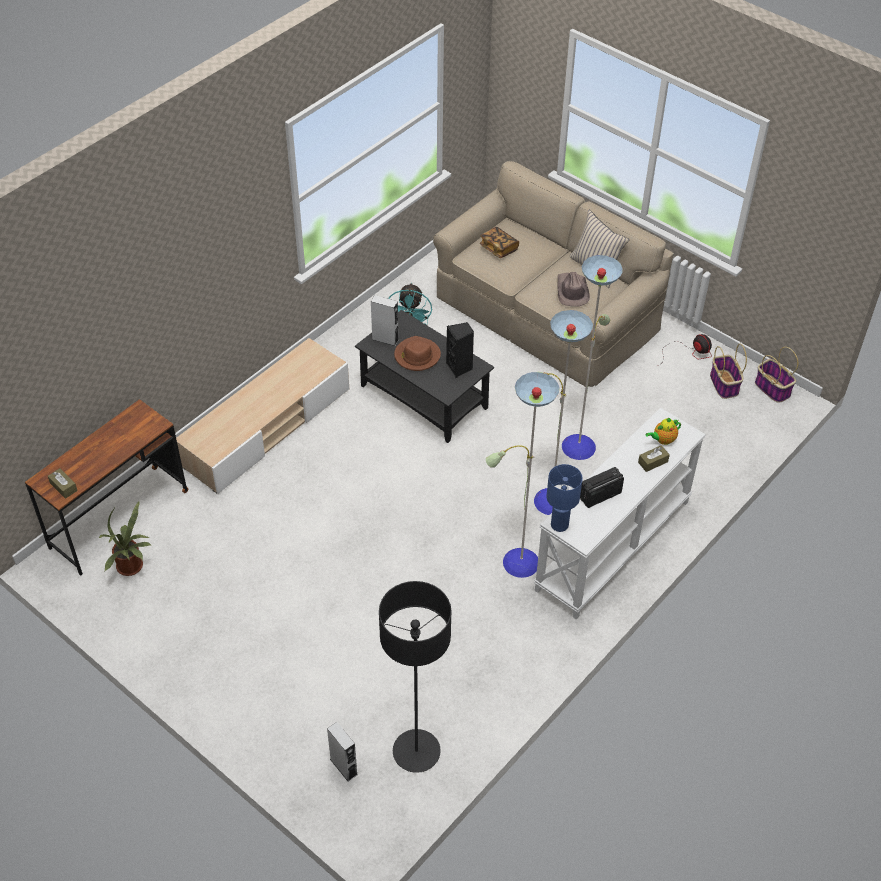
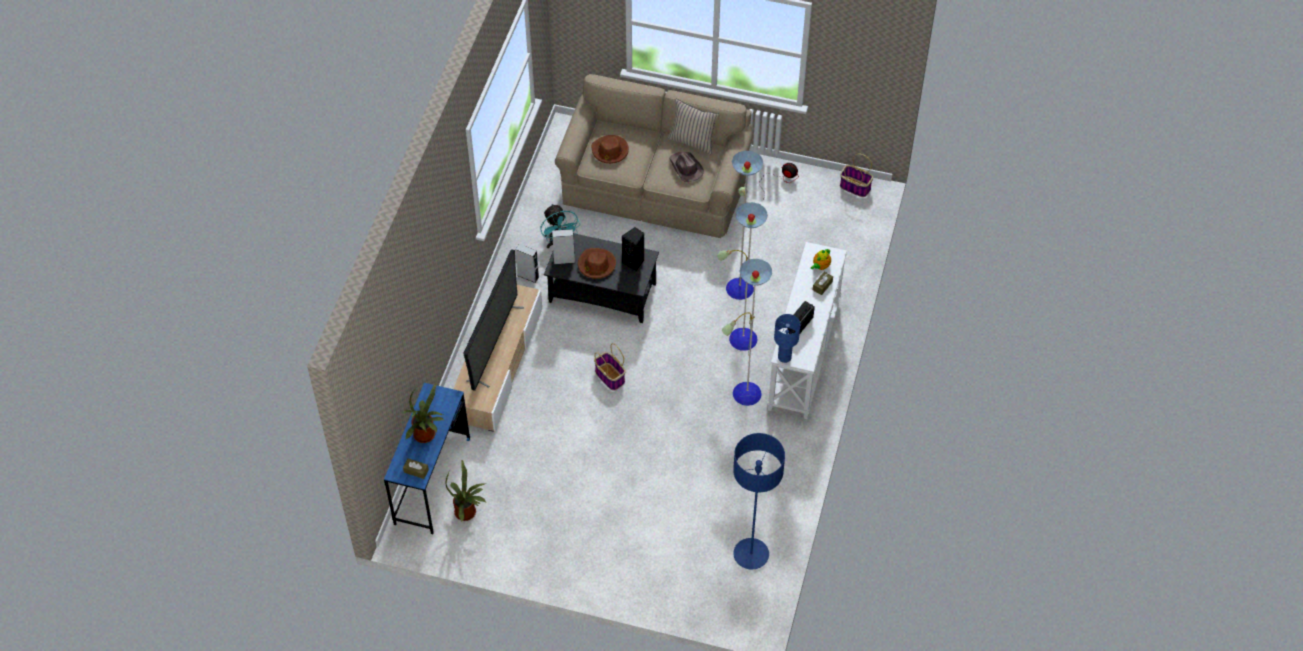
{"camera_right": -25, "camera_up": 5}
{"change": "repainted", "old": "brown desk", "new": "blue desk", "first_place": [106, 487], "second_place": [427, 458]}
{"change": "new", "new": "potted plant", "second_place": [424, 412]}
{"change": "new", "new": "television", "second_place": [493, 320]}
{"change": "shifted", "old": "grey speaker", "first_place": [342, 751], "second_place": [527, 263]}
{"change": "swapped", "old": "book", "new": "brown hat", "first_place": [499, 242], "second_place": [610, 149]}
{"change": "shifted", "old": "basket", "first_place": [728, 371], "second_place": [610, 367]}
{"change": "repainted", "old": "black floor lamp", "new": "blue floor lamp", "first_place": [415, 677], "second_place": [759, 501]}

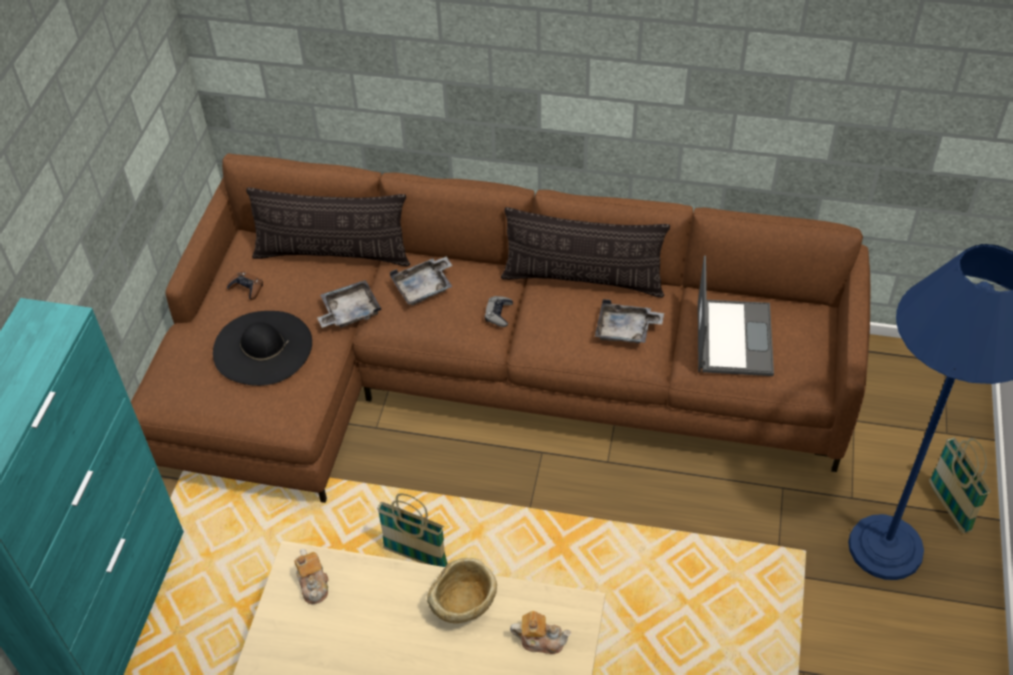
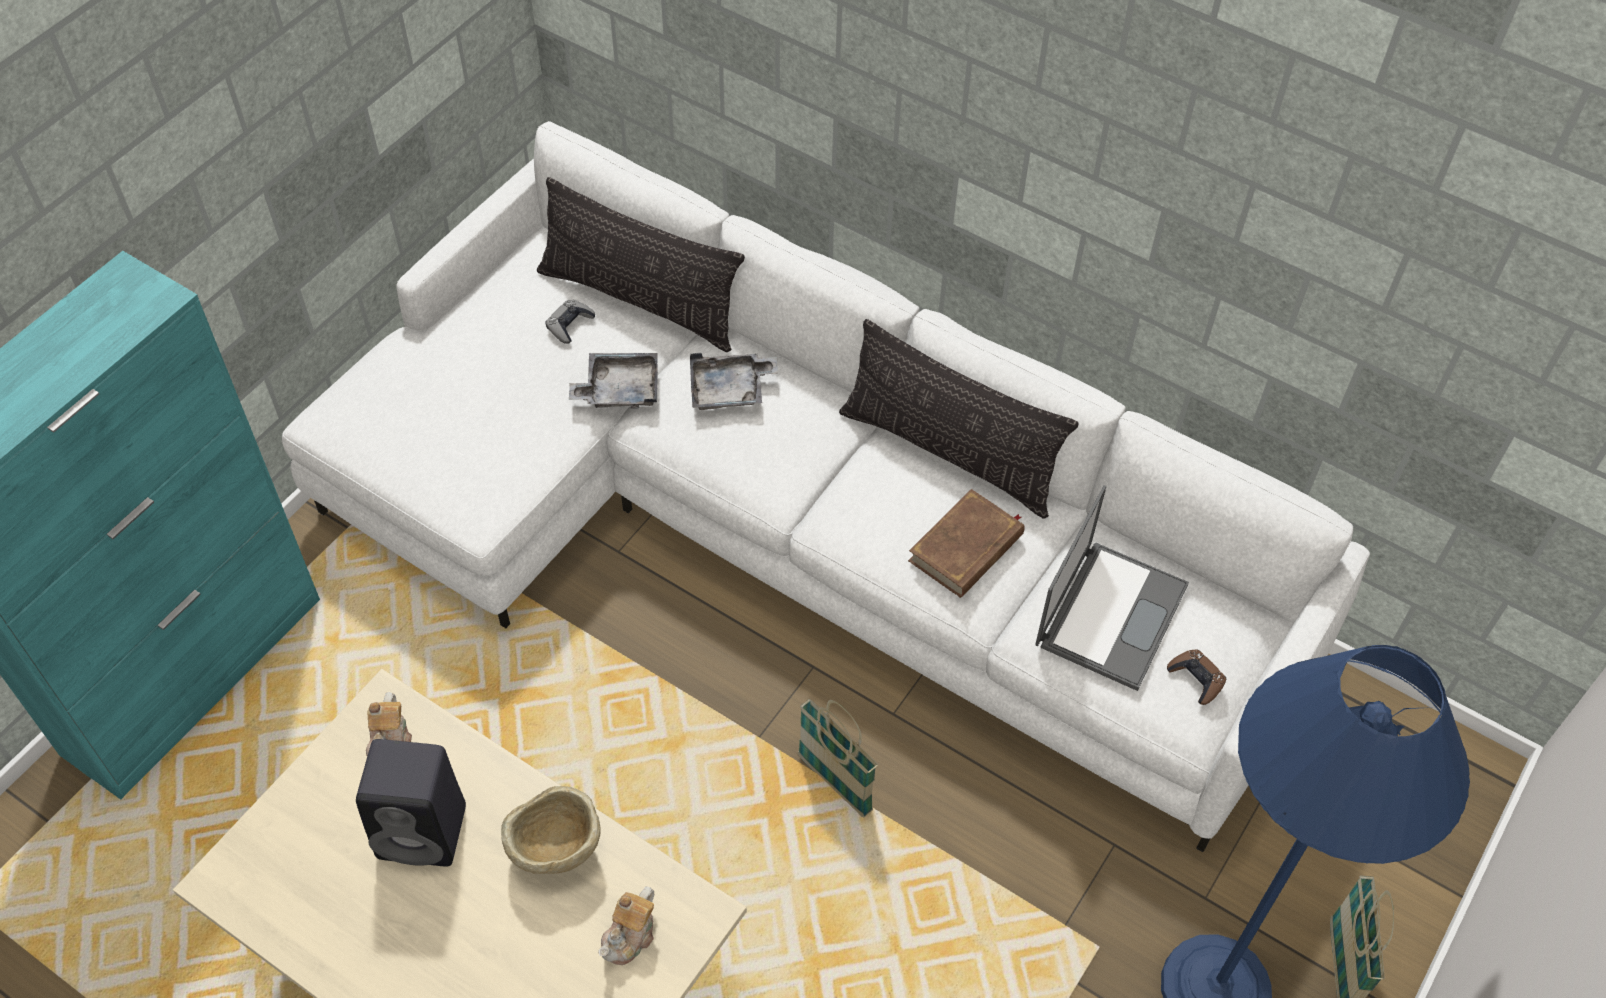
{"camera_right": 20, "camera_up": 5}
{"change": "repainted", "old": "brown sofa", "new": "white sofa", "first_place": [501, 328], "second_place": [826, 486]}
{"change": "new", "new": "black speaker", "second_place": [411, 803]}
{"change": "shifted", "old": "grey game controller", "first_place": [498, 311], "second_place": [570, 322]}
{"change": "rotated", "old": "teapot", "first_place": [541, 632], "second_place": [626, 925], "degrees": 90}
{"change": "shifted", "old": "basket", "first_place": [412, 530], "second_place": [838, 758]}
{"change": "swapped", "old": "grey tray", "new": "brown book", "first_place": [629, 321], "second_place": [966, 543]}
{"change": "shifted", "old": "brown game controller", "first_place": [245, 285], "second_place": [1196, 677]}
{"change": "gone", "old": "black hat", "first_place": [262, 348]}

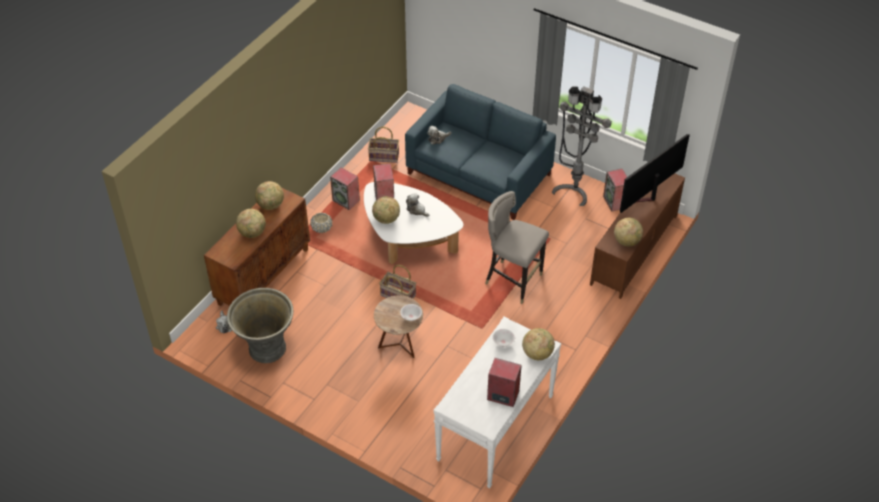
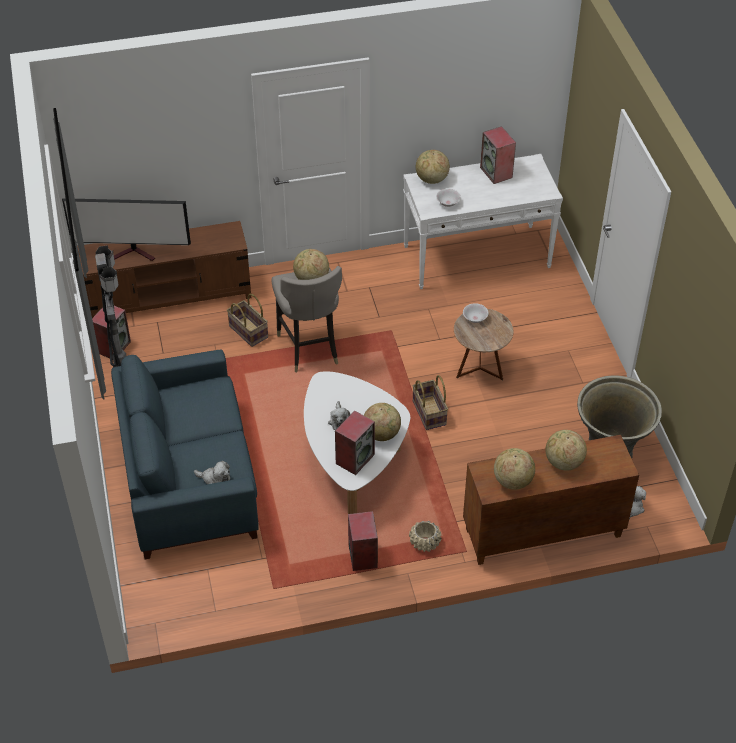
{"camera_right": -135, "camera_up": 0}
{"change": "shifted", "old": "basket", "first_place": [383, 145], "second_place": [247, 320]}
{"change": "shifted", "old": "globe", "first_place": [628, 232], "second_place": [311, 264]}

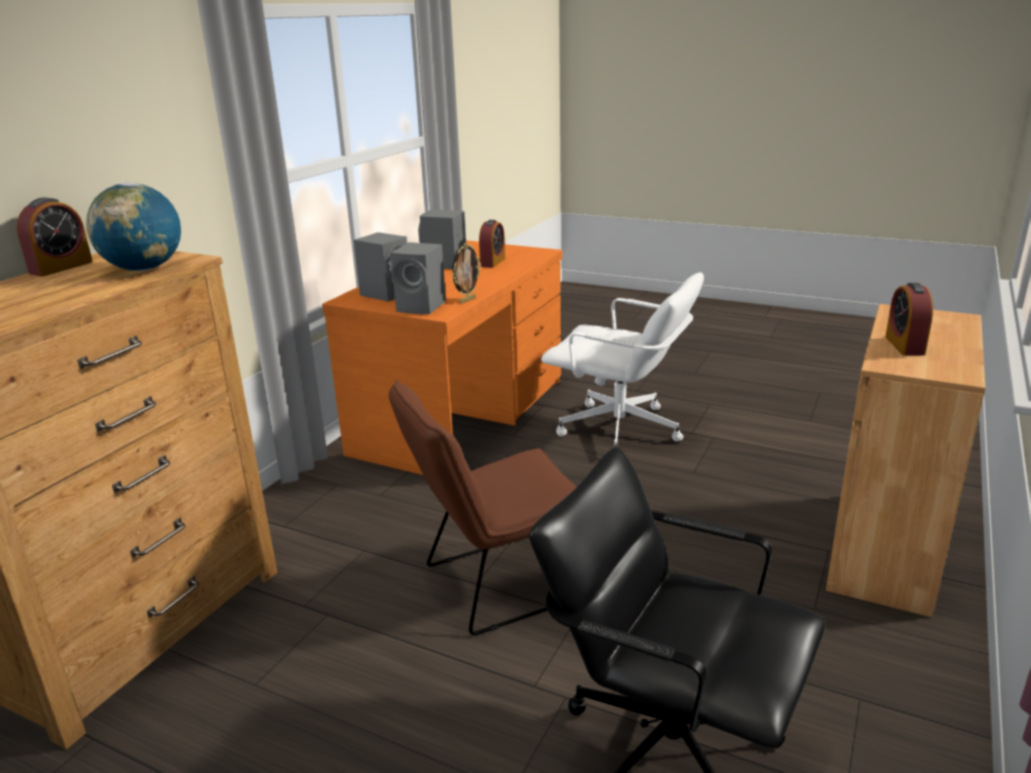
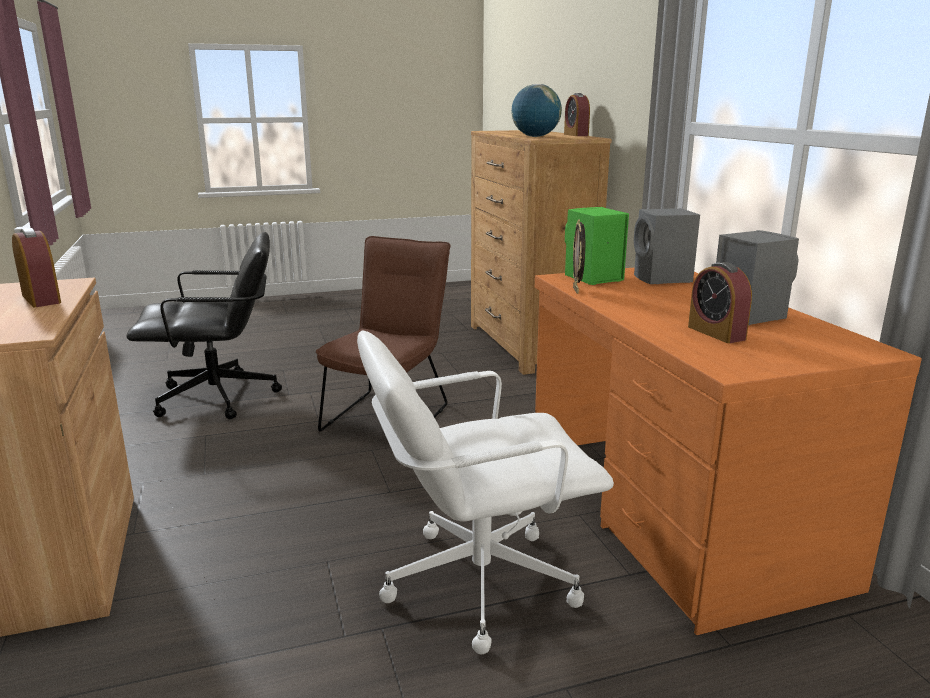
{"camera_right": 135, "camera_up": -5}
{"change": "repainted", "old": "grey speaker", "new": "green speaker", "first_place": [418, 278], "second_place": [597, 246]}

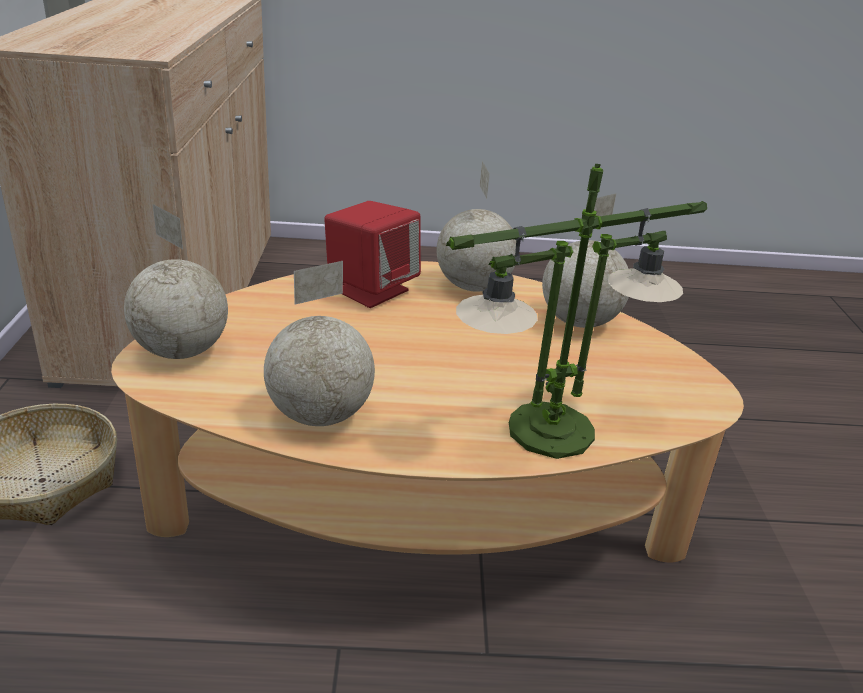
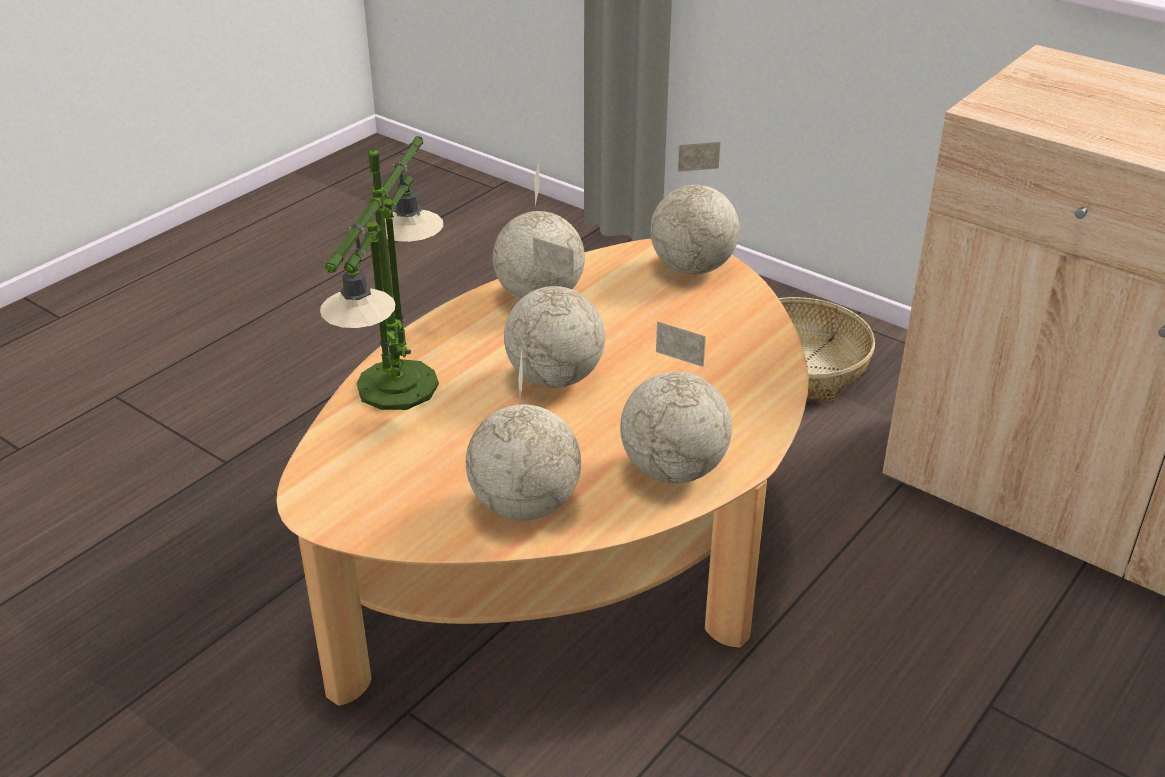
{"camera_right": 130, "camera_up": 5}
{"change": "new", "new": "globe", "second_place": [554, 312]}
{"change": "gone", "old": "red speaker", "first_place": [372, 254]}

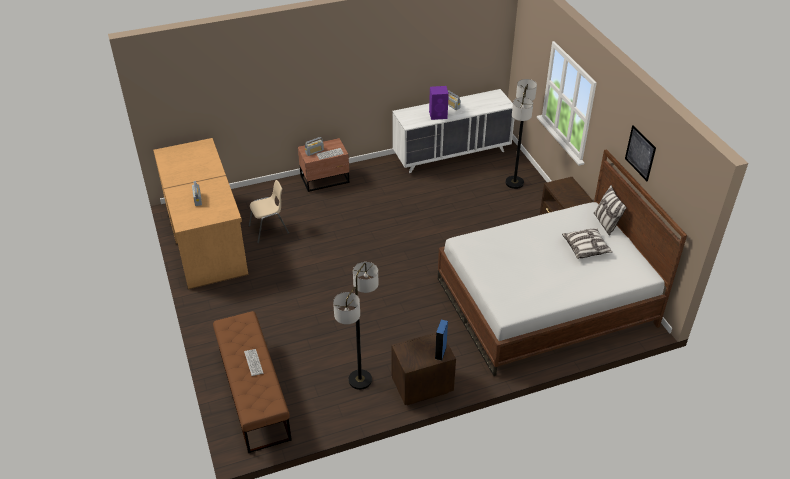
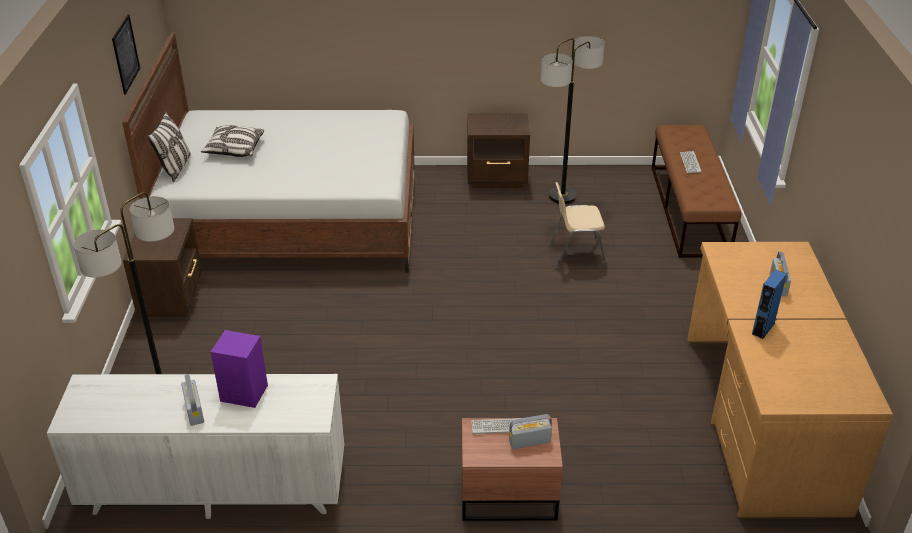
{"camera_right": -160, "camera_up": -5}
{"change": "shifted", "old": "beige chair", "first_place": [269, 211], "second_place": [578, 226]}
{"change": "shifted", "old": "blue speaker", "first_place": [441, 340], "second_place": [769, 304]}

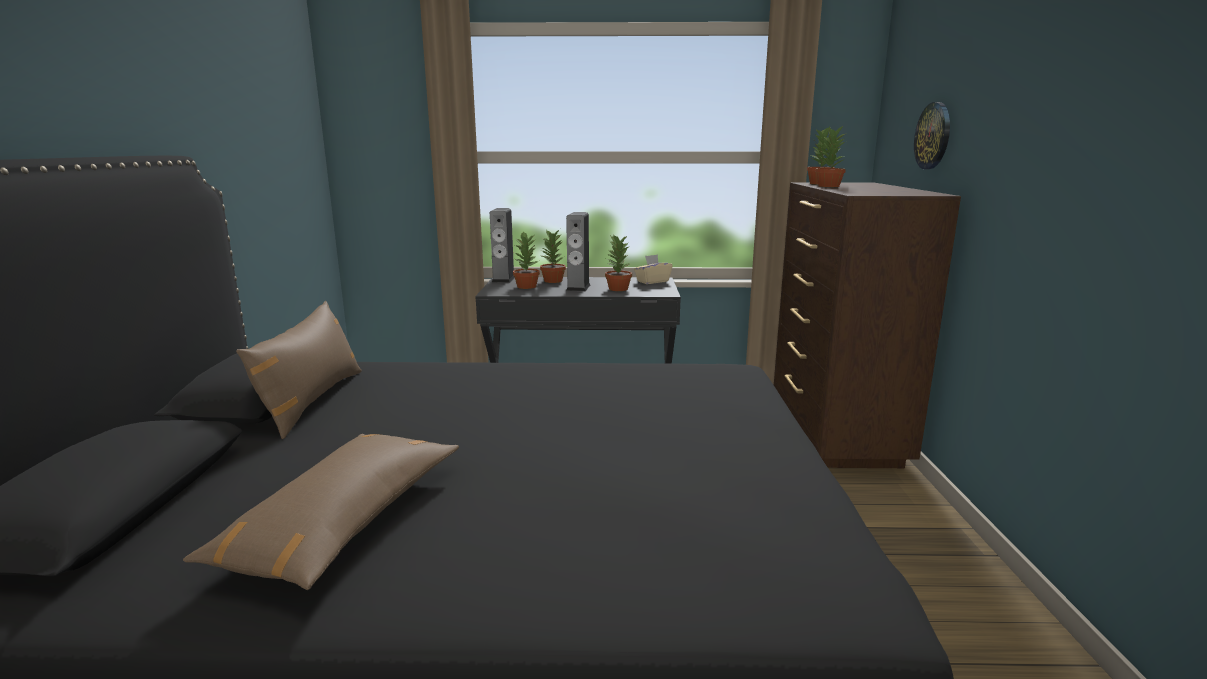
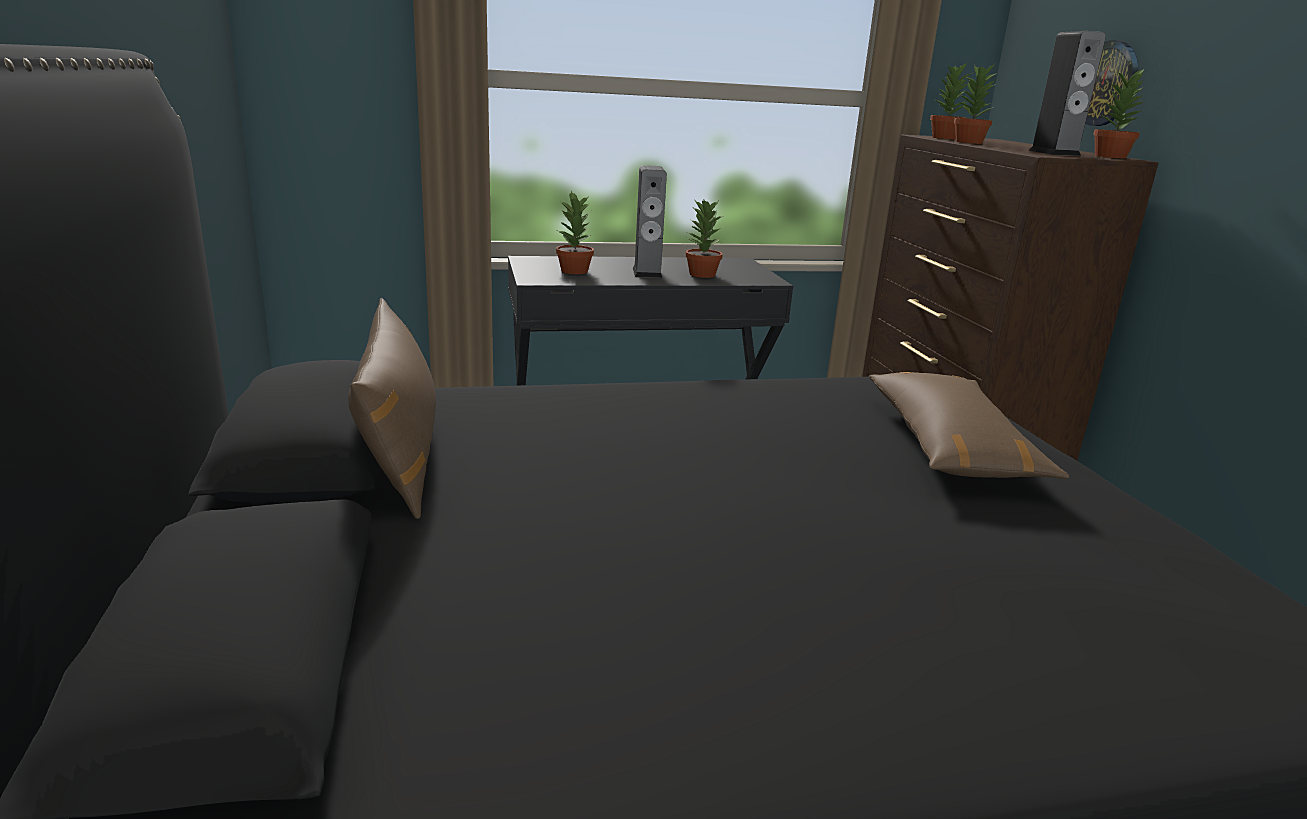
{"camera_right": -15, "camera_up": 5}
{"change": "shifted", "old": "brown pillow", "first_place": [321, 512], "second_place": [969, 425]}
{"change": "shifted", "old": "speaker", "first_place": [502, 245], "second_place": [1067, 93]}
{"change": "shifted", "old": "potted plant", "first_place": [553, 256], "second_place": [1119, 113]}
{"change": "gone", "old": "beige tissue box", "first_place": [653, 269]}

